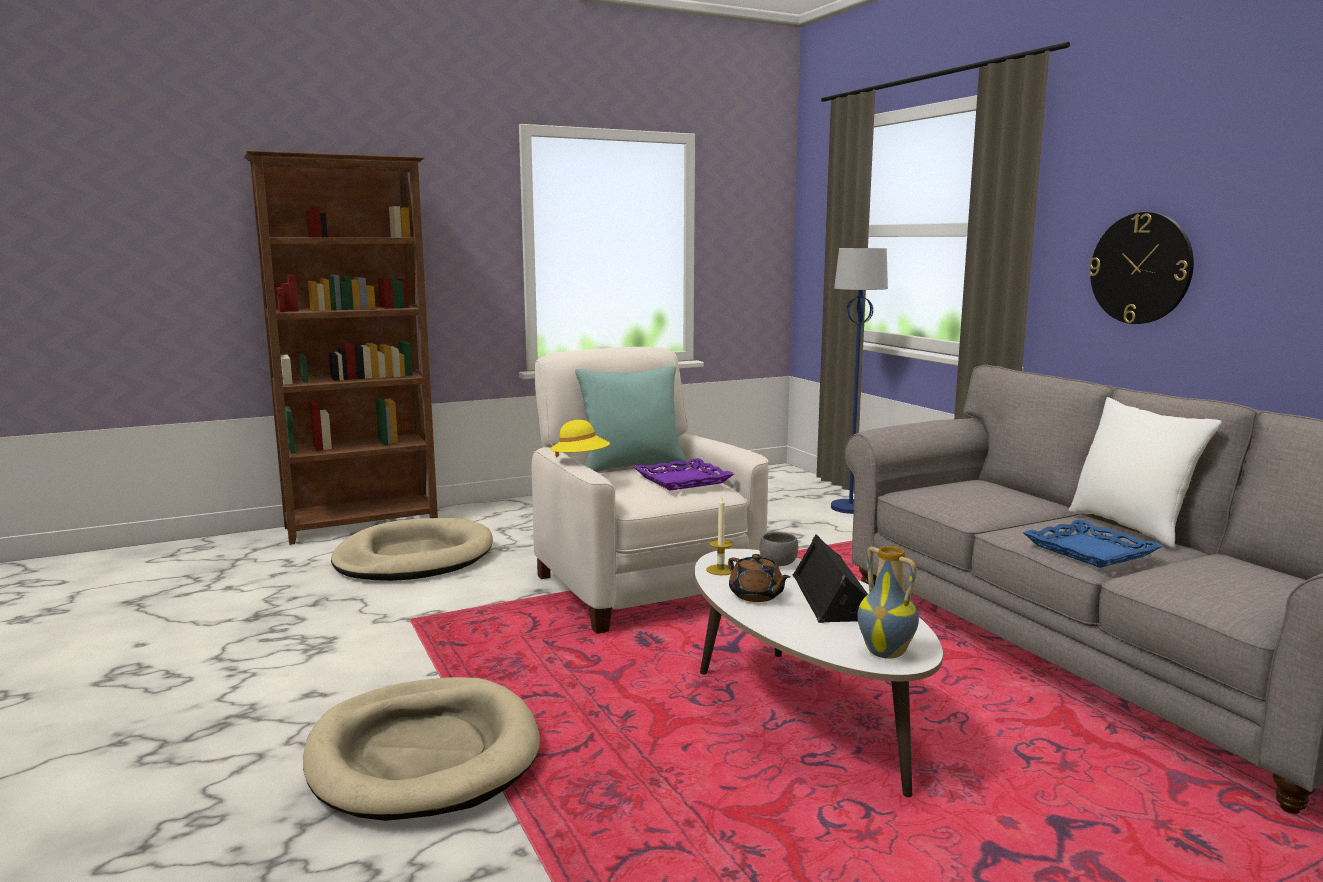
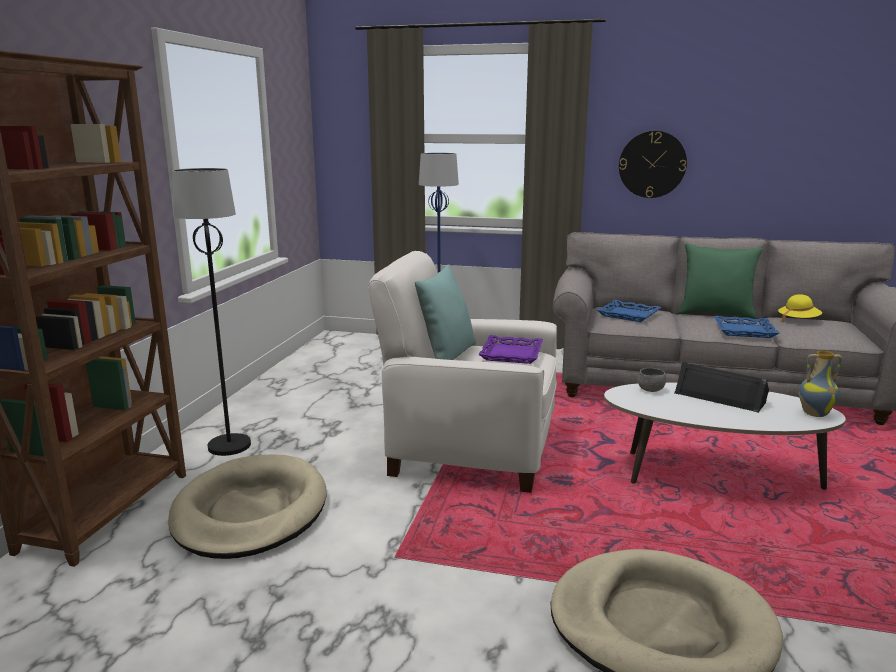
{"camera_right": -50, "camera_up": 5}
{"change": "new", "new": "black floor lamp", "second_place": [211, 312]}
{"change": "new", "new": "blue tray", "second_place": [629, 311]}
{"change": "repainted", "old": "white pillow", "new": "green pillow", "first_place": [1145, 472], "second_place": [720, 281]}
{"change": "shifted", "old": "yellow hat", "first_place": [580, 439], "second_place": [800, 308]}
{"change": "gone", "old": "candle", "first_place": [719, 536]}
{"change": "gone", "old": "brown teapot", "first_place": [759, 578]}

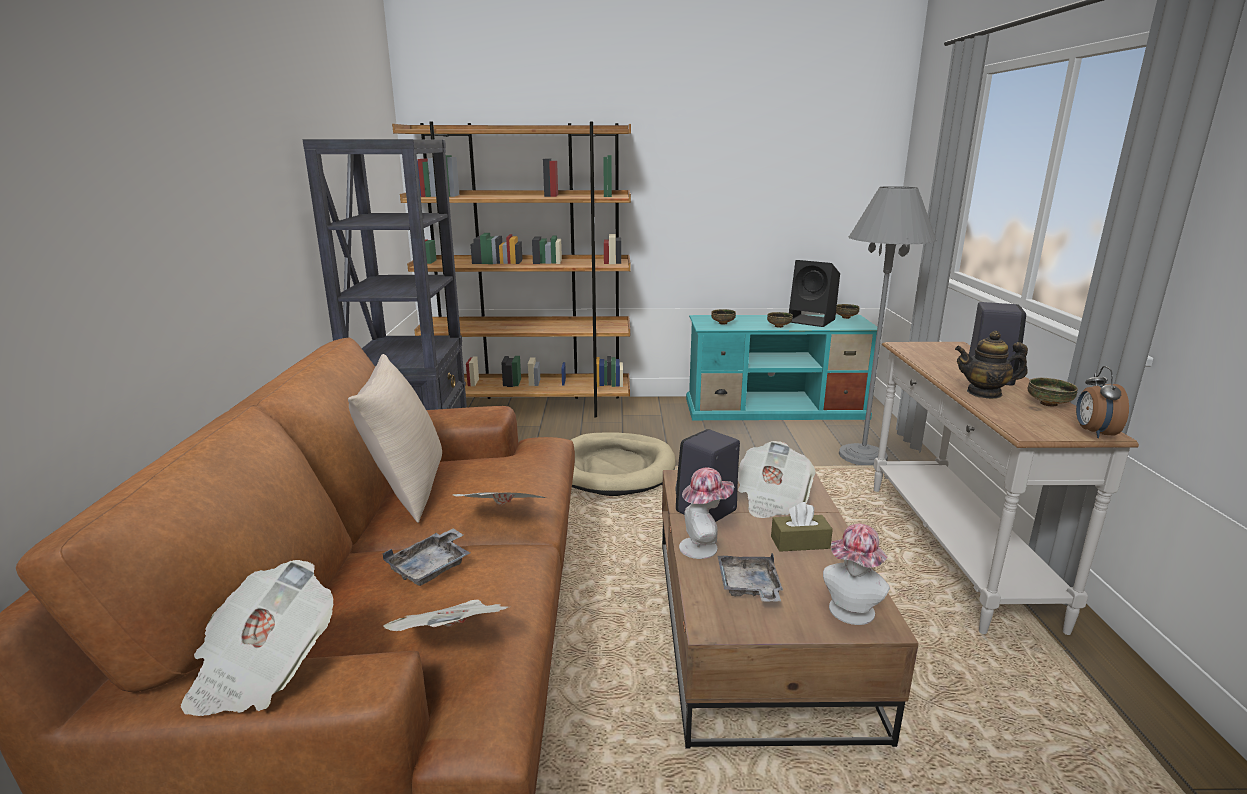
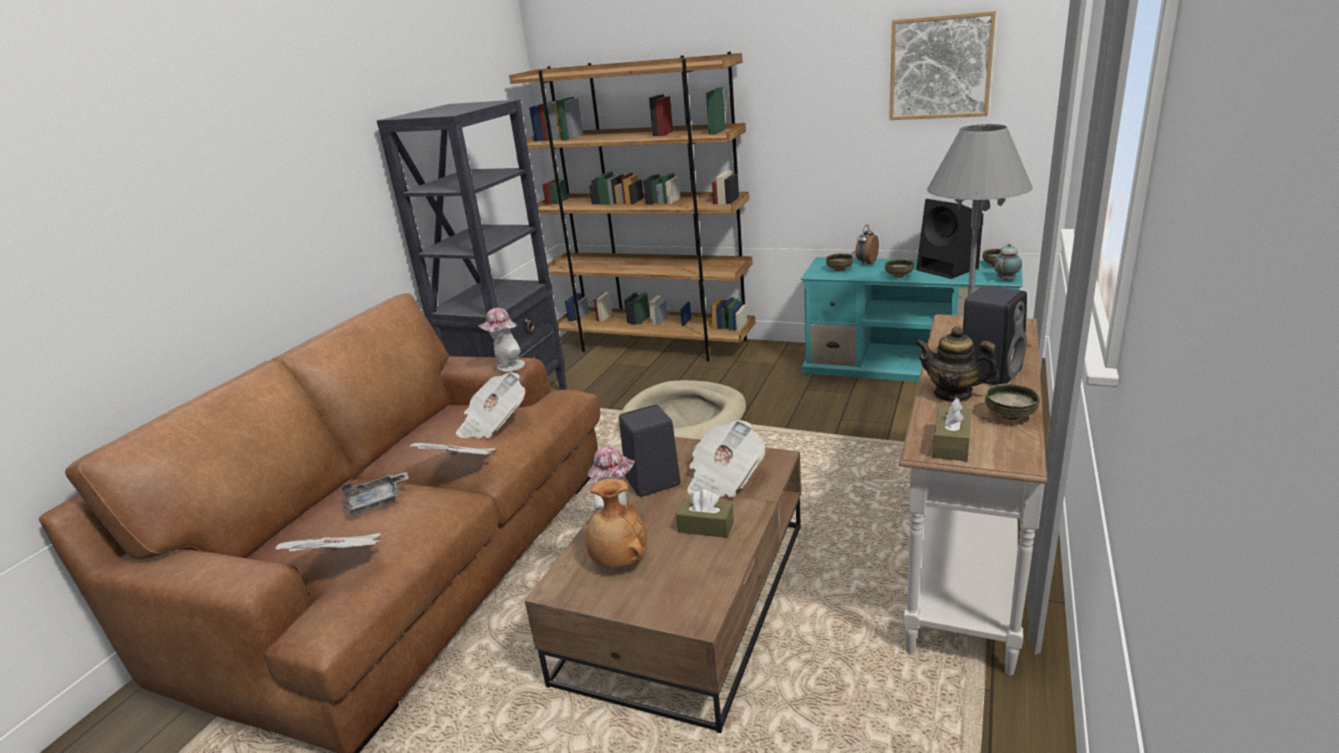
{"camera_right": 25, "camera_up": 5}
{"change": "shifted", "old": "newspaper", "first_place": [257, 638], "second_place": [490, 405]}
{"change": "shifted", "old": "hat", "first_place": [856, 574], "second_place": [502, 340]}
{"change": "swapped", "old": "grey tray", "new": "brown vase", "first_place": [750, 577], "second_place": [616, 523]}
{"change": "shifted", "old": "alarm clock", "first_place": [1102, 402], "second_place": [867, 244]}
{"change": "new", "new": "picture", "second_place": [942, 65]}
{"change": "new", "new": "brown tissue box", "second_place": [952, 429]}
{"change": "new", "new": "teapot", "second_place": [1007, 262]}
{"change": "gone", "old": "beige pillow", "first_place": [395, 438]}

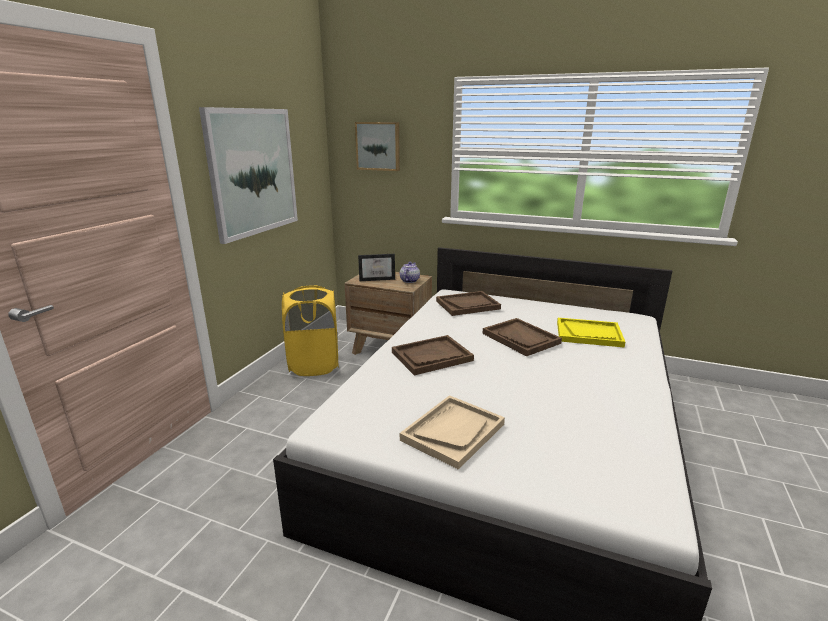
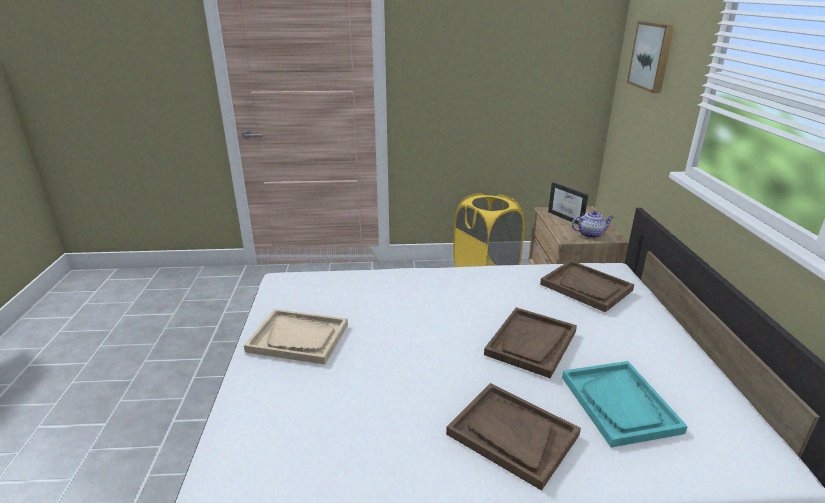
{"camera_right": 65, "camera_up": 5}
{"change": "shifted", "old": "brown tray", "first_place": [433, 355], "second_place": [513, 437]}
{"change": "repainted", "old": "yellow tray", "new": "turquoise tray", "first_place": [591, 332], "second_place": [625, 404]}
{"change": "gone", "old": "picture", "first_place": [248, 175]}

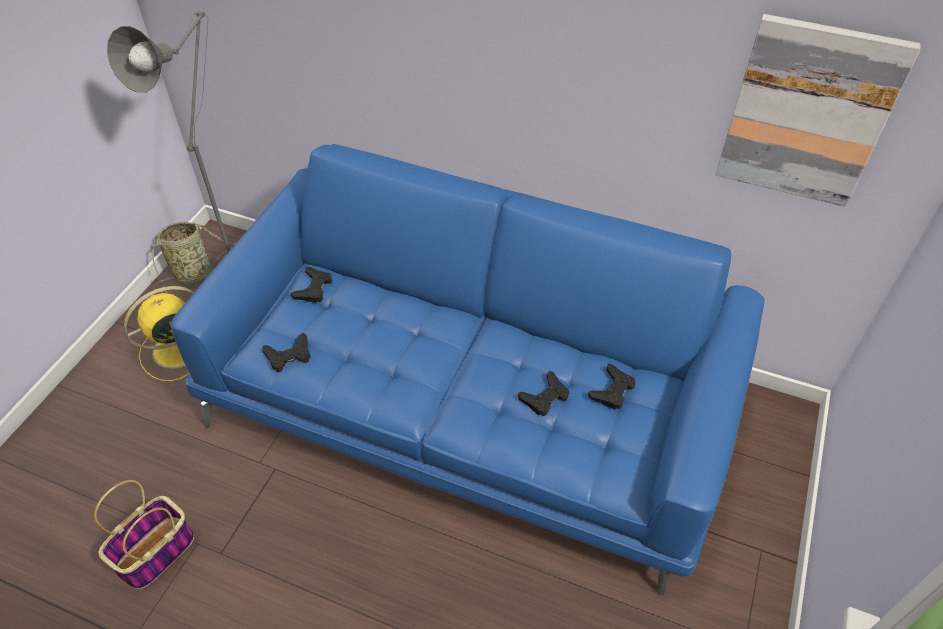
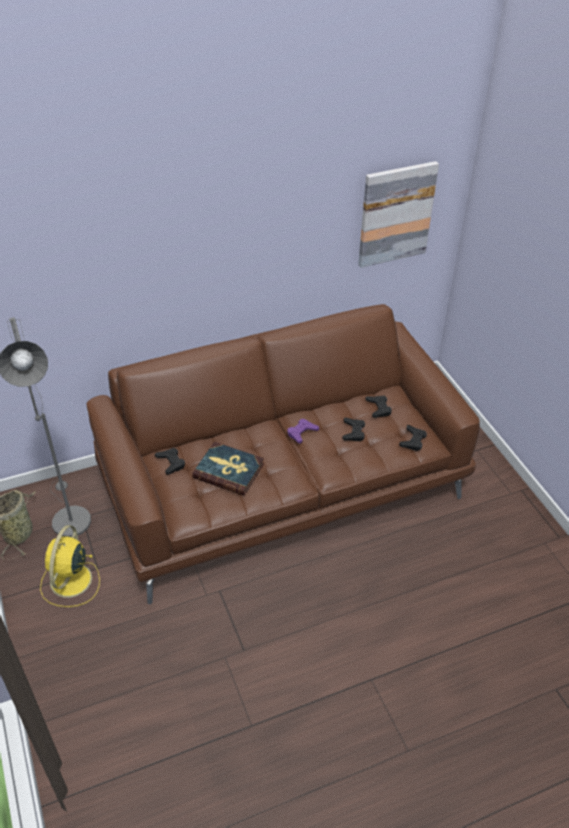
{"camera_right": -45, "camera_up": -5}
{"change": "repainted", "old": "blue sofa", "new": "brown sofa", "first_place": [468, 369], "second_place": [283, 454]}
{"change": "new", "new": "book", "second_place": [228, 469]}
{"change": "new", "new": "purple game controller", "second_place": [303, 431]}
{"change": "shifted", "old": "black game controller", "first_place": [286, 352], "second_place": [413, 438]}
{"change": "gone", "old": "basket", "first_place": [144, 534]}

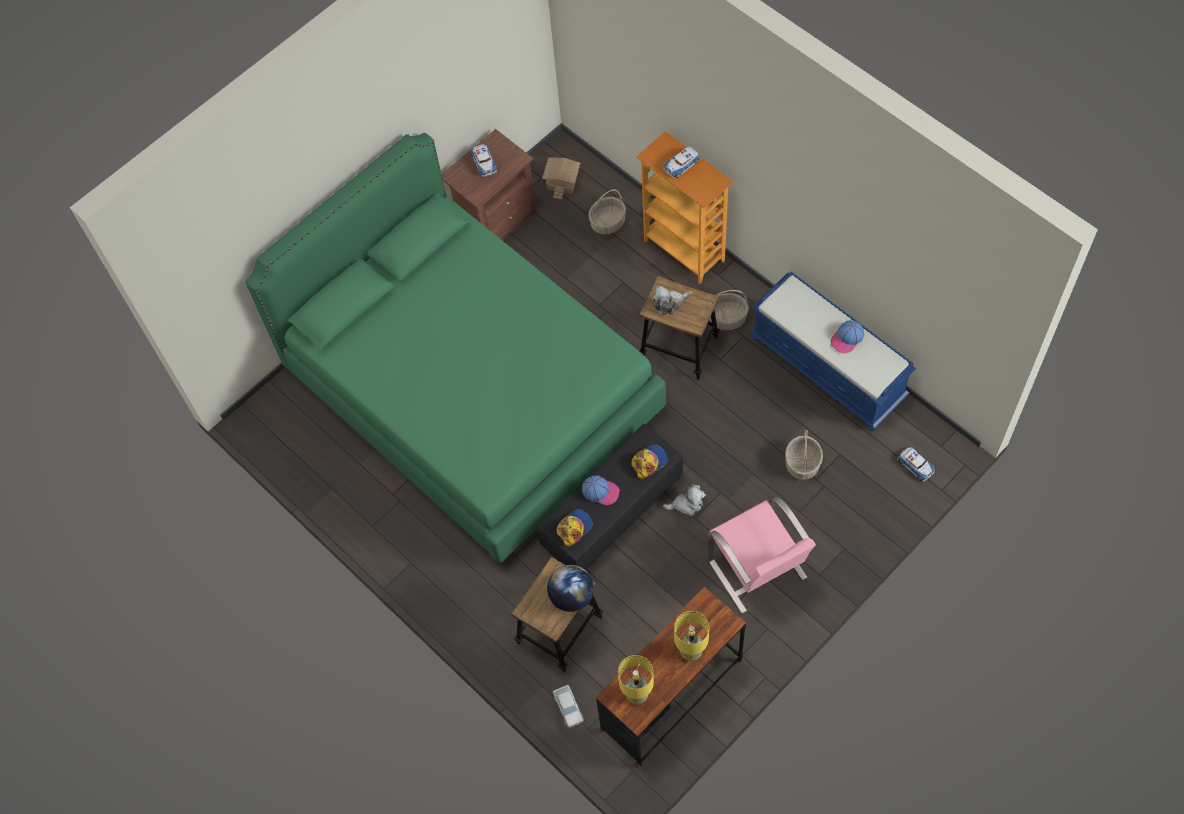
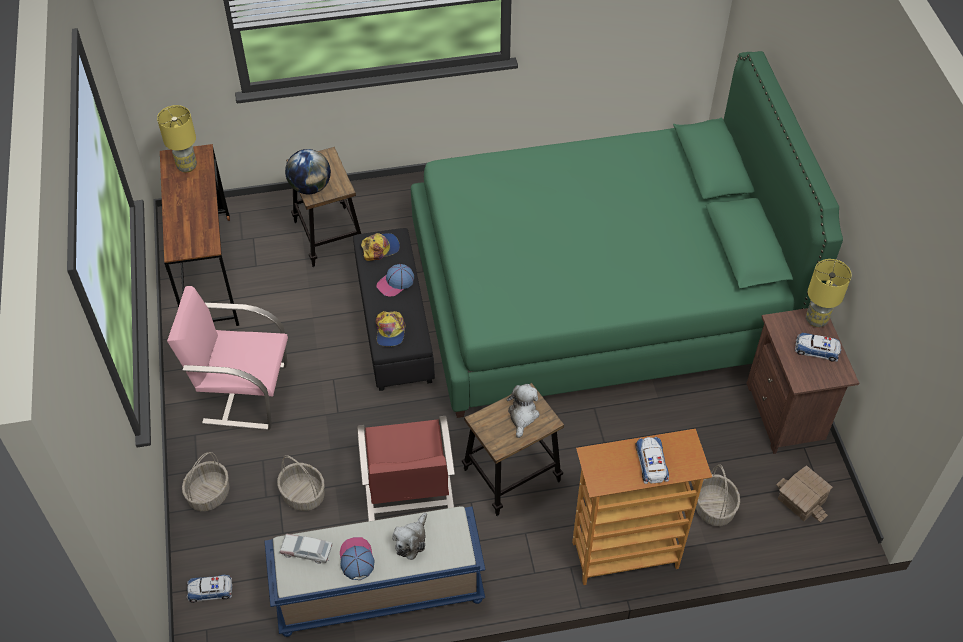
{"camera_right": 120, "camera_up": -10}
{"change": "shifted", "old": "basket", "first_place": [729, 310], "second_place": [206, 481]}
{"change": "shifted", "old": "toy car", "first_place": [568, 706], "second_place": [305, 549]}
{"change": "new", "new": "red chair", "second_place": [406, 468]}
{"change": "rotated", "old": "cap", "first_place": [575, 528], "second_place": [380, 247], "degrees": -105}
{"change": "shifted", "old": "plush toy", "first_place": [684, 500], "second_place": [409, 536]}
{"change": "shifted", "old": "yellow table lamp", "first_place": [691, 636], "second_place": [828, 293]}

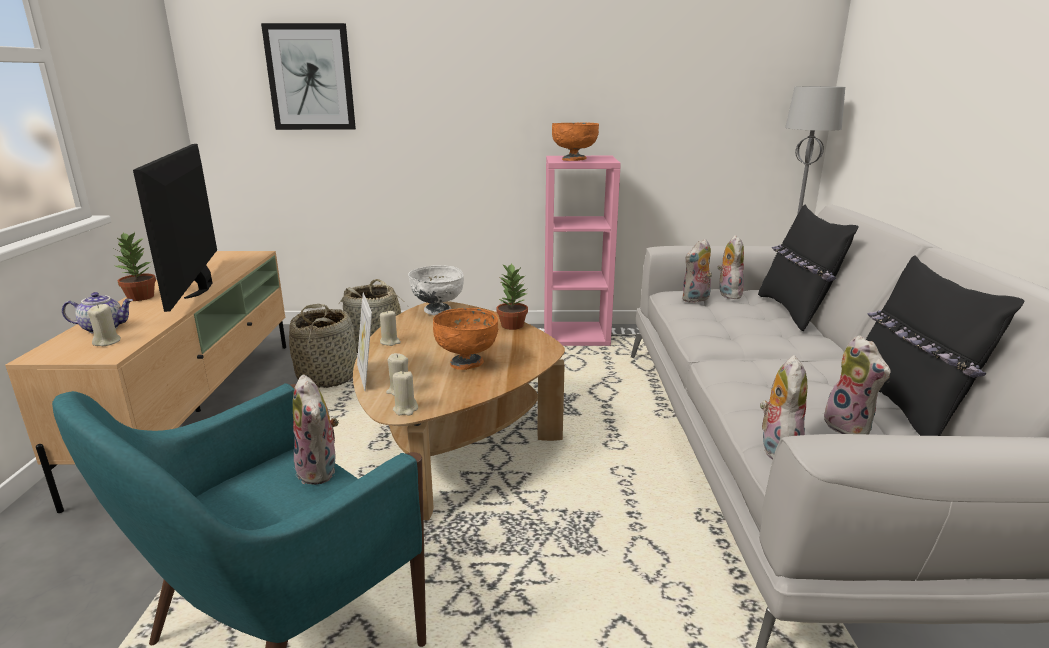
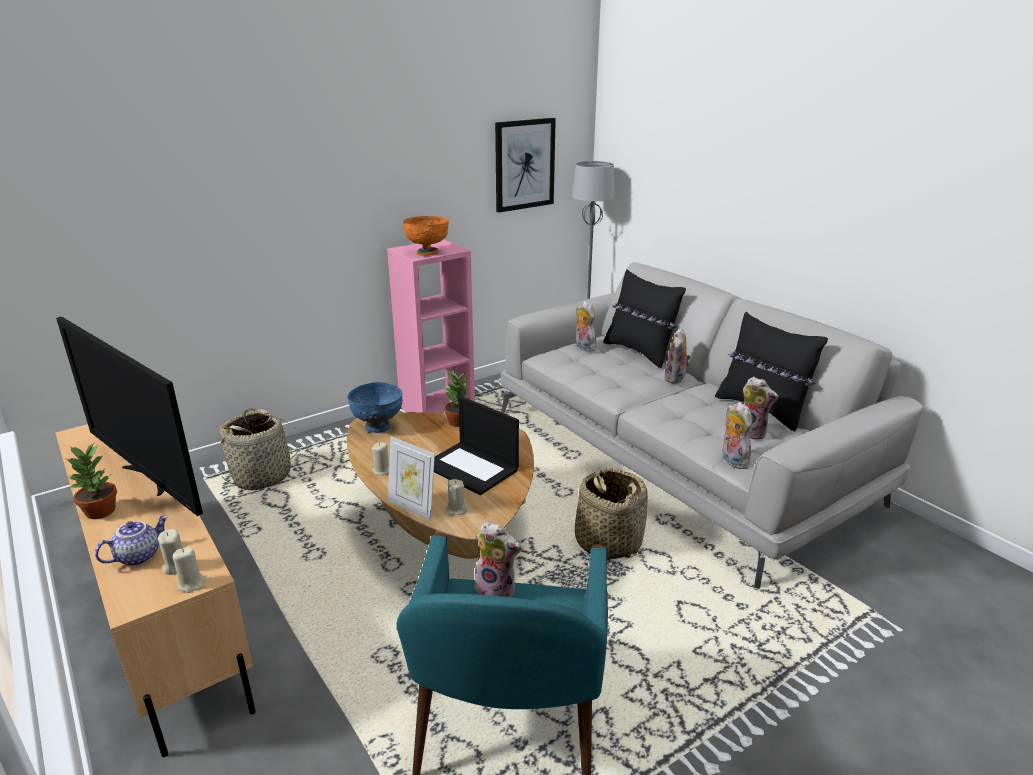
{"camera_right": -35, "camera_up": 5}
{"change": "shifted", "old": "beige candle", "first_place": [405, 393], "second_place": [189, 569]}
{"change": "repainted", "old": "white bowl", "new": "blue bowl", "first_place": [436, 290], "second_place": [374, 407]}
{"change": "swapped", "old": "orange bowl", "new": "laptop", "first_place": [465, 339], "second_place": [476, 445]}
{"change": "shifted", "old": "picture", "first_place": [308, 76], "second_place": [525, 165]}
{"change": "shifted", "old": "basket", "first_place": [323, 346], "second_place": [611, 513]}
{"change": "shifted", "old": "plush toy", "first_place": [697, 271], "second_place": [677, 356]}

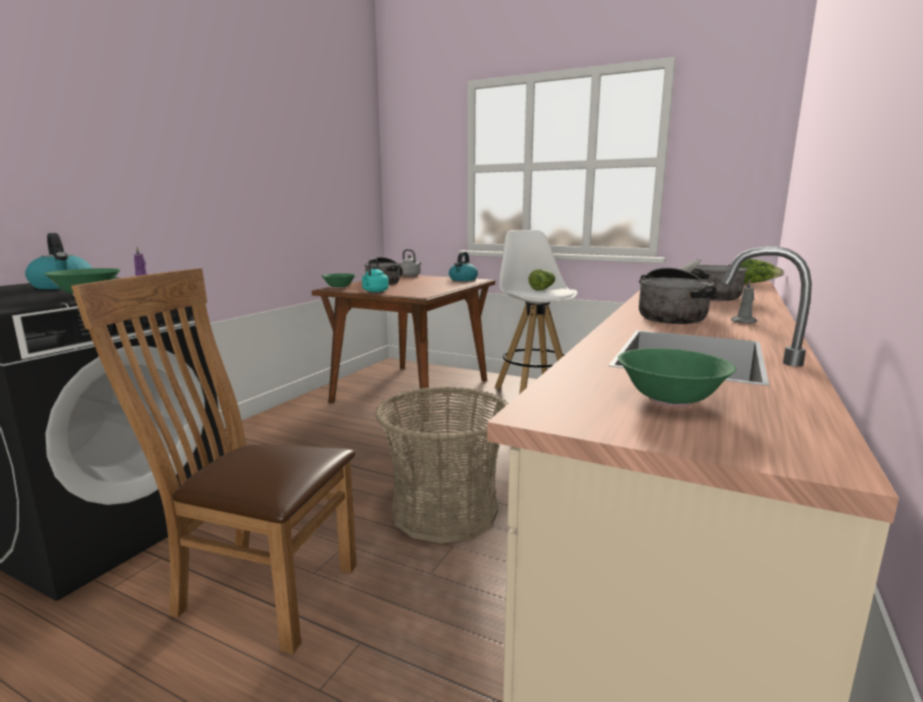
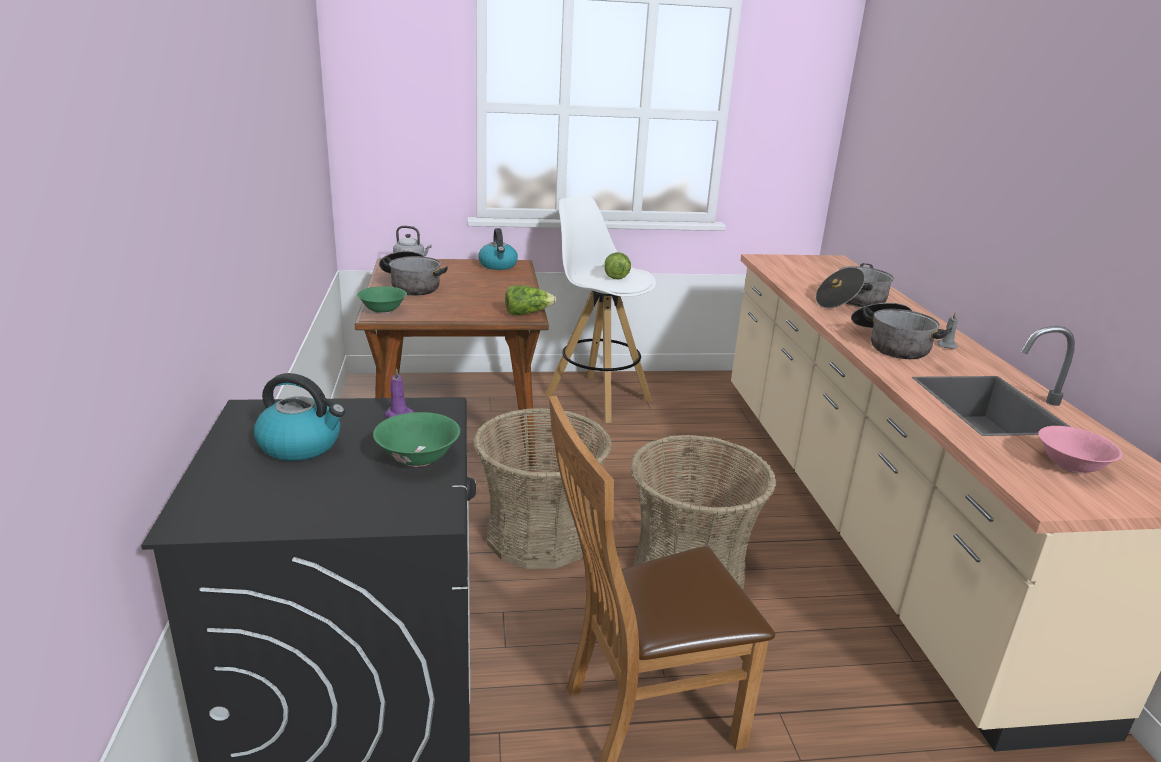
{"camera_right": -35, "camera_up": 10}
{"change": "new", "new": "basket", "second_place": [543, 488]}
{"change": "shifted", "old": "lettuce", "first_place": [762, 271], "second_place": [530, 300]}
{"change": "repainted", "old": "green bowl", "new": "pink bowl", "first_place": [677, 377], "second_place": [1080, 450]}
{"change": "gone", "old": "turquoise kettle", "first_place": [375, 275]}

